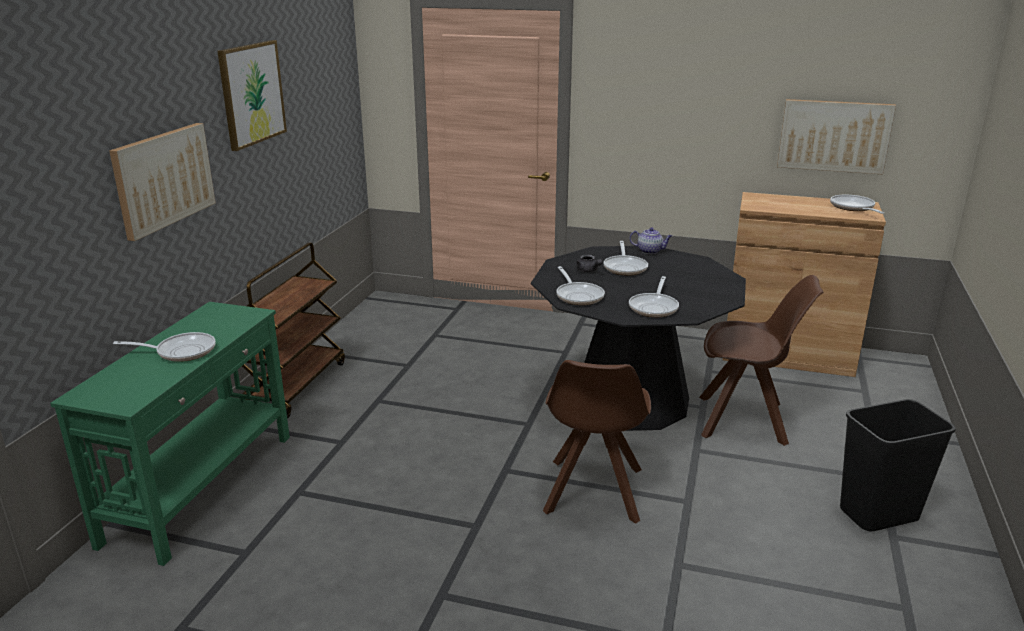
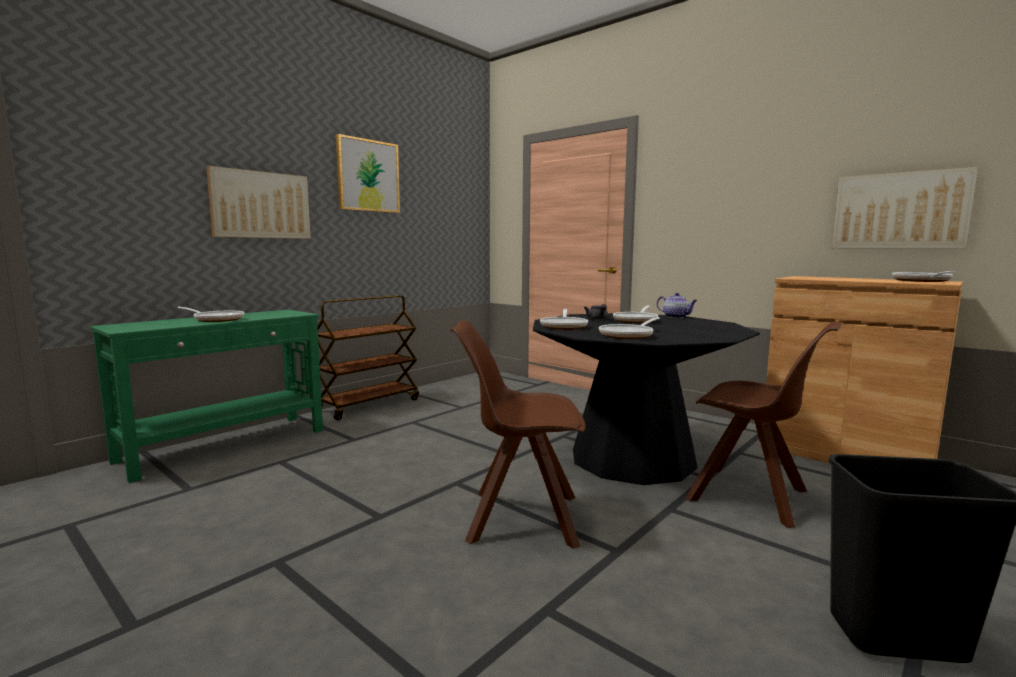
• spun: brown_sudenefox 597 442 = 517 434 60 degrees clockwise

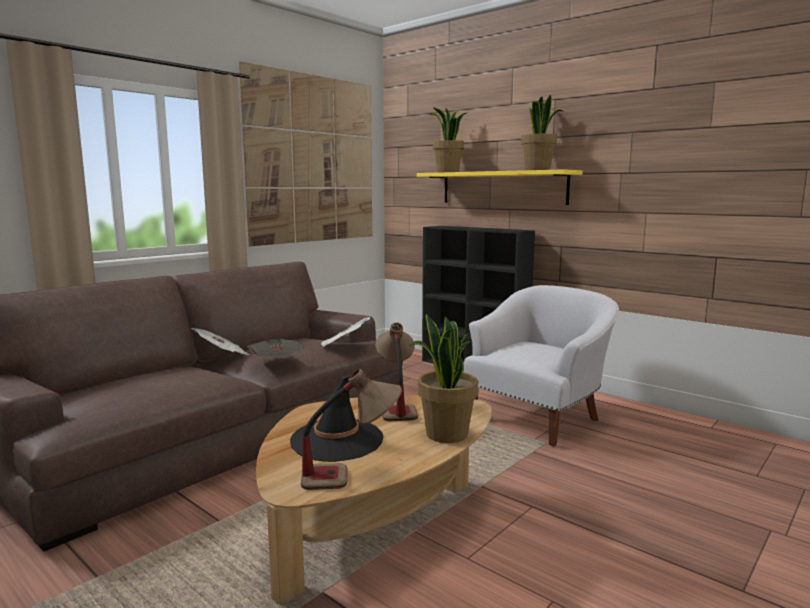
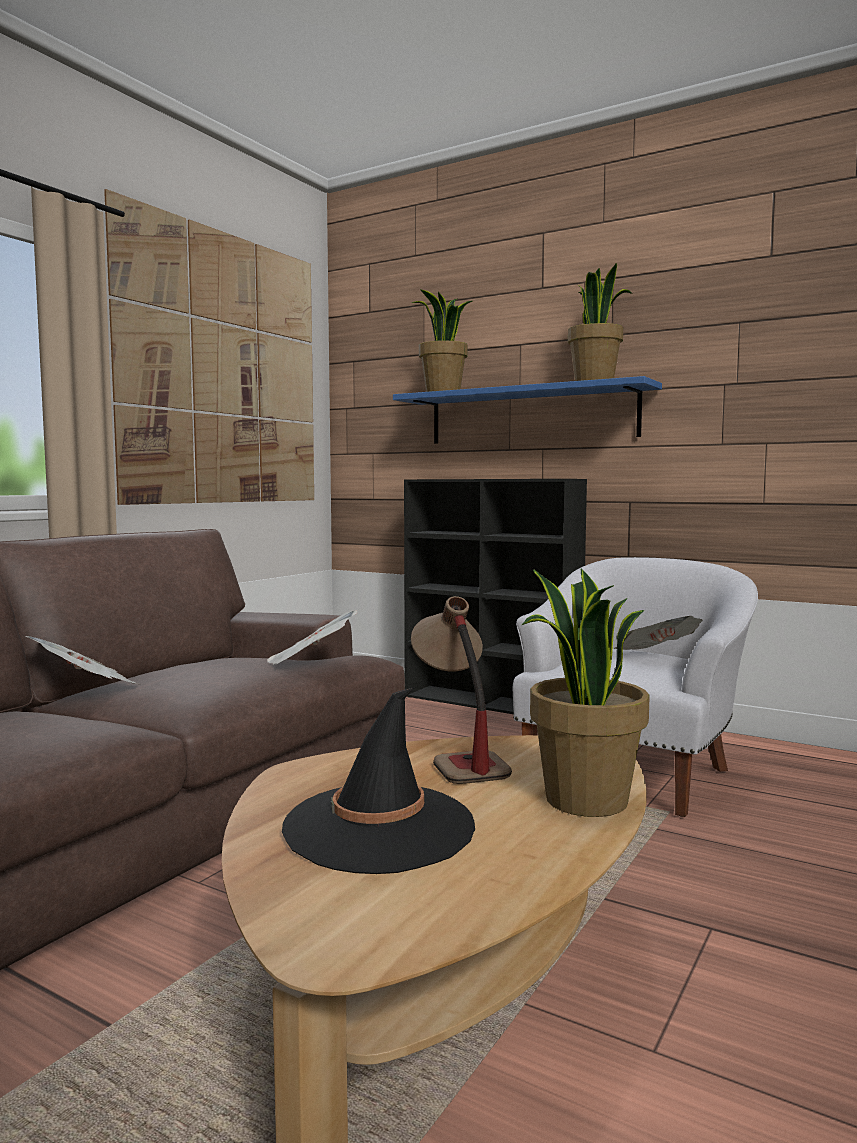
• missing: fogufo 351 429
• relocated: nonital 275 347 to 659 633
• colour: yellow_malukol 500 187 to blue_malukol 527 410

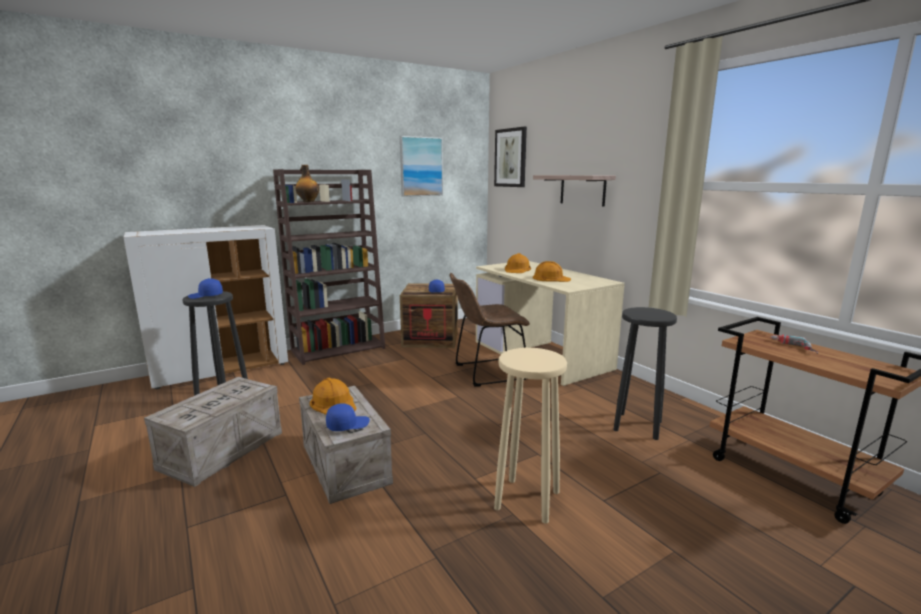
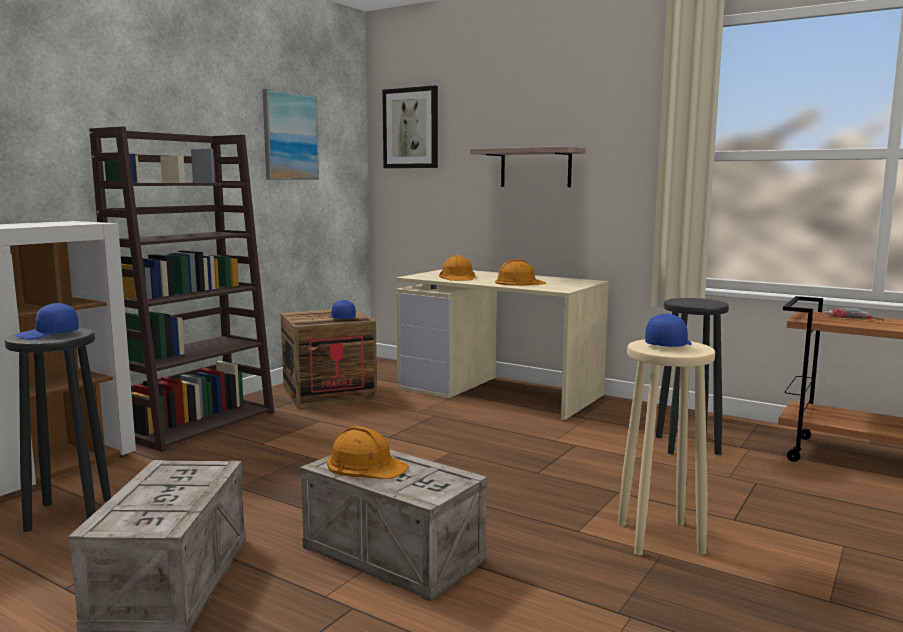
• missing: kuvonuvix 307 183
• missing: brown_sudenefox 489 329
• relocated: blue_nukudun 348 417 to 668 330

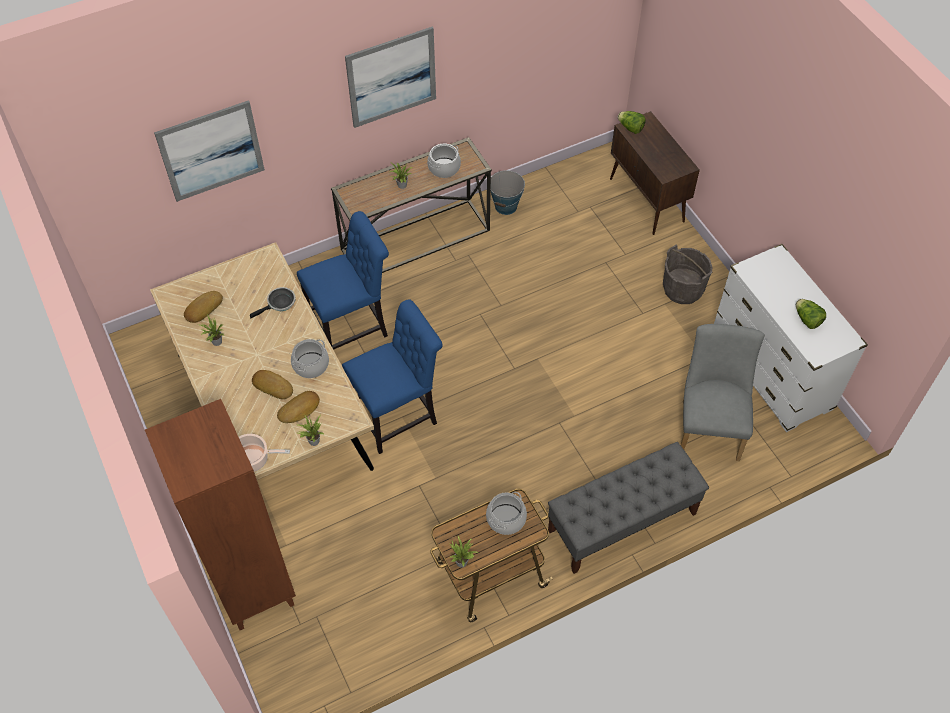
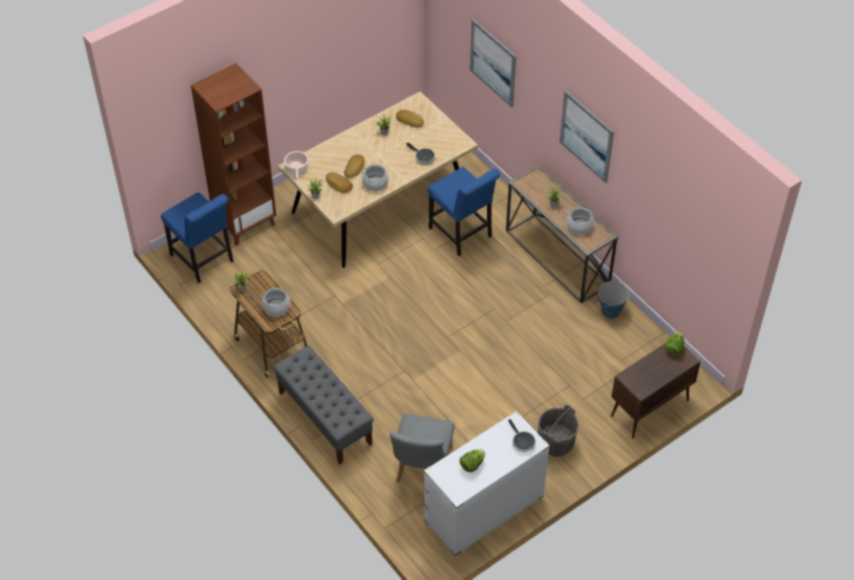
• appeared: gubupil 522 435
• relocated: blue_sudenefox 392 376 to 197 237
• spun: grey_sudenefox 723 392 = 422 448 105 degrees clockwise

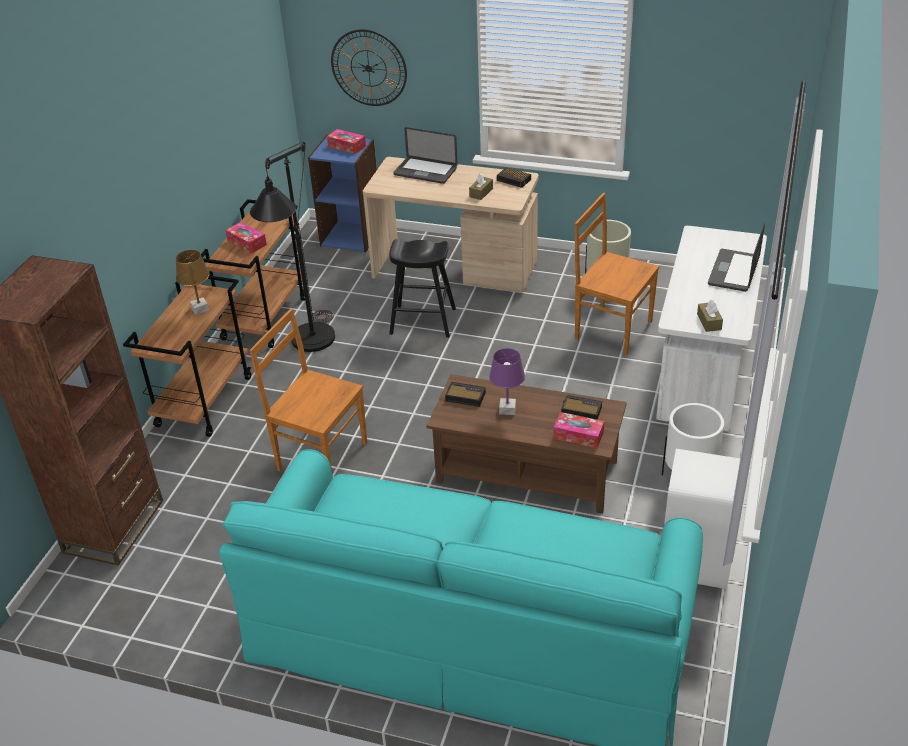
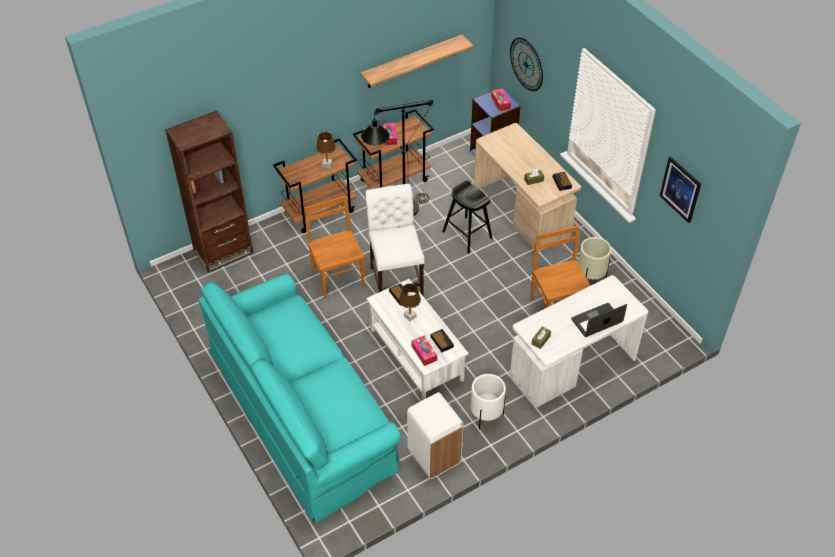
• missing: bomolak 425 155
• appeared: malukol 416 61
• appeared: white_sudenefox 395 239
• appeared: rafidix 680 189
• colour: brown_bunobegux 527 444 to white_bunobegux 417 339
• colour: purple_fogufo 507 381 to brown_fogufo 410 302

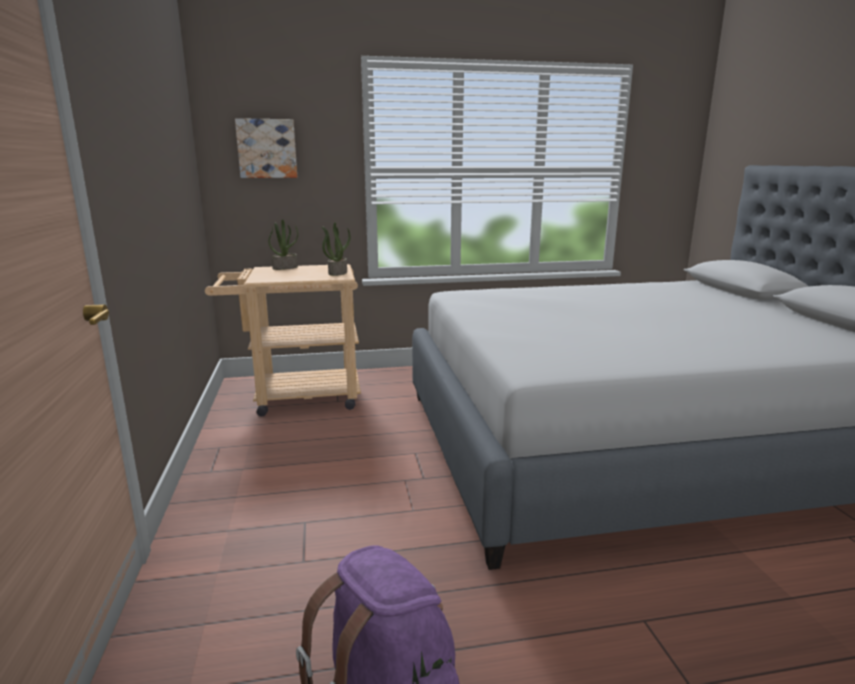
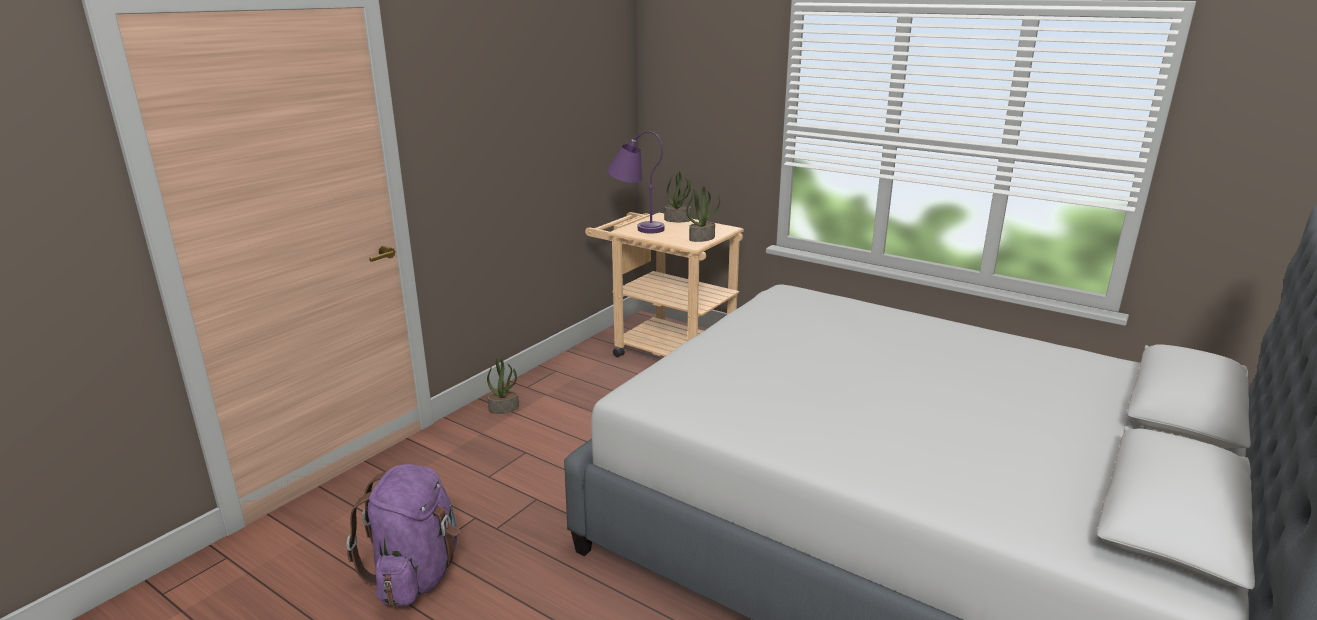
• missing: rafidix 266 148
• appeared: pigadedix 503 385
• appeared: purple_fogufo 636 182

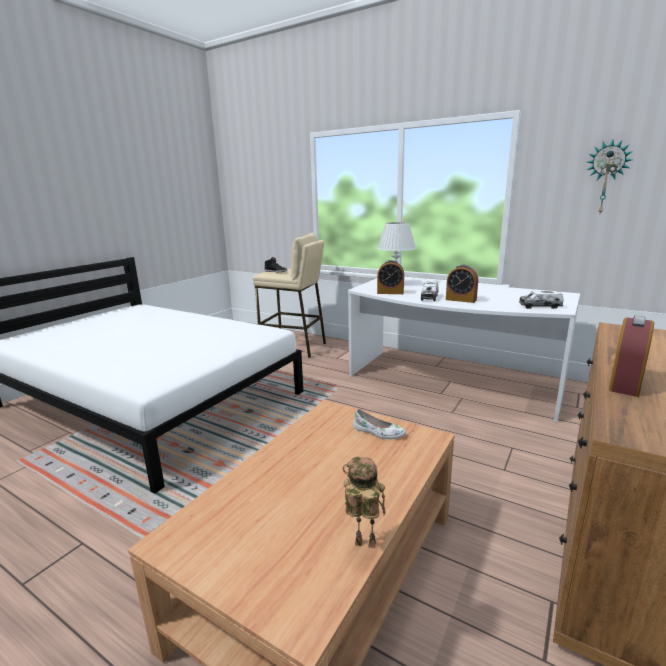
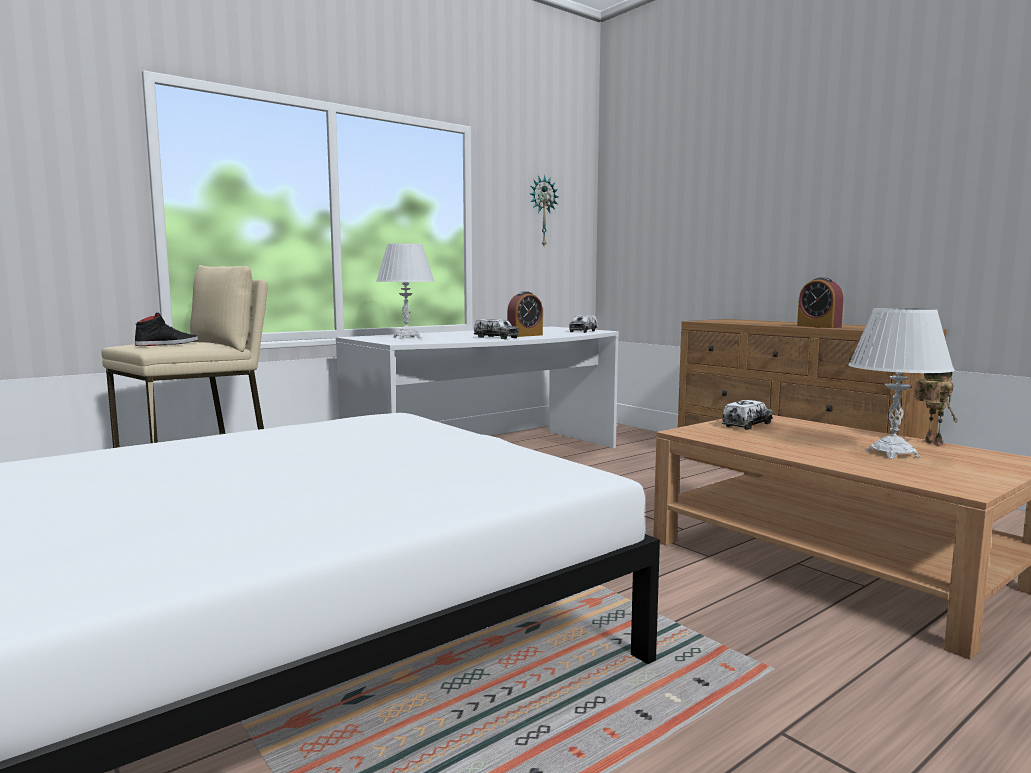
• missing: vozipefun 390 277
• appeared: white_fogufo 902 383
• exchanged: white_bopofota 379 424 to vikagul 747 415
• spun: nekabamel 364 502 = 936 409 135 degrees clockwise

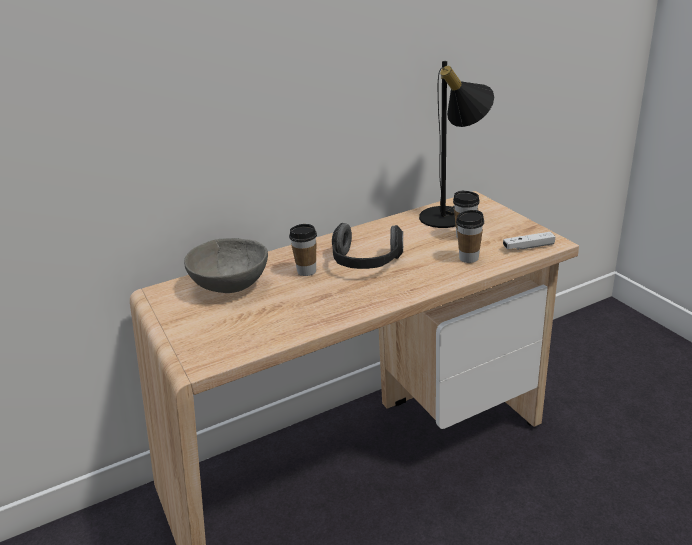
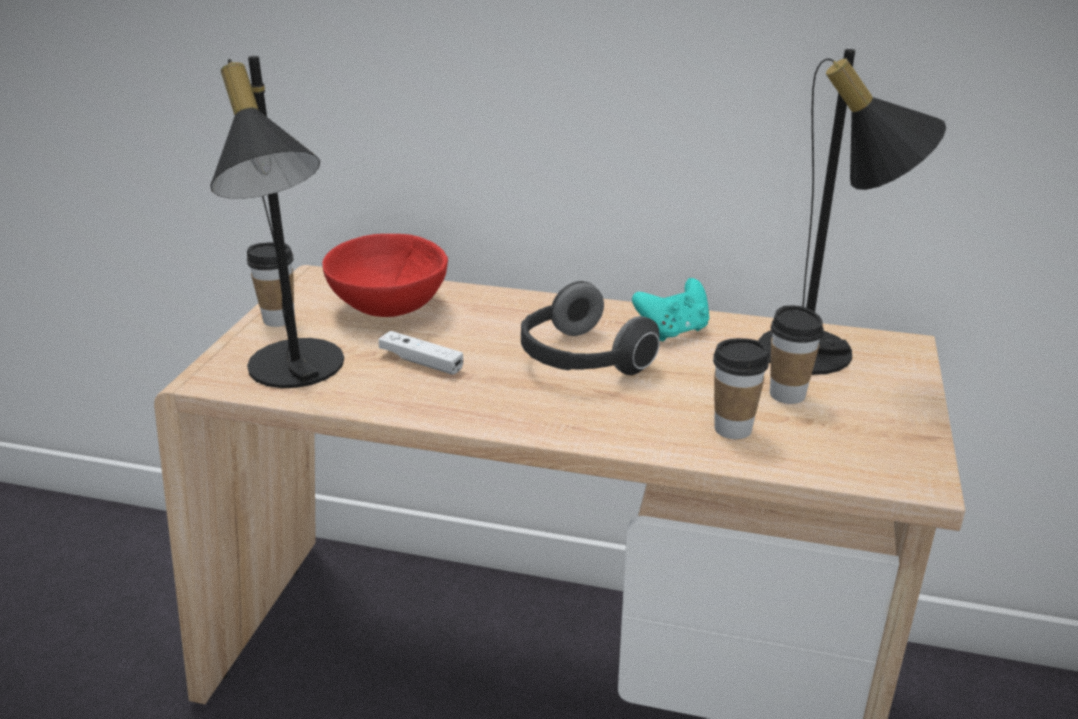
• appeared: black_fogufo 277 222
• appeared: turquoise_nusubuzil 670 309
• relocated: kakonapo 303 250 to 271 284
• relocated: white_nusubuzil 529 241 to 420 353
• colour: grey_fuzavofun 226 265 to red_fuzavofun 385 275

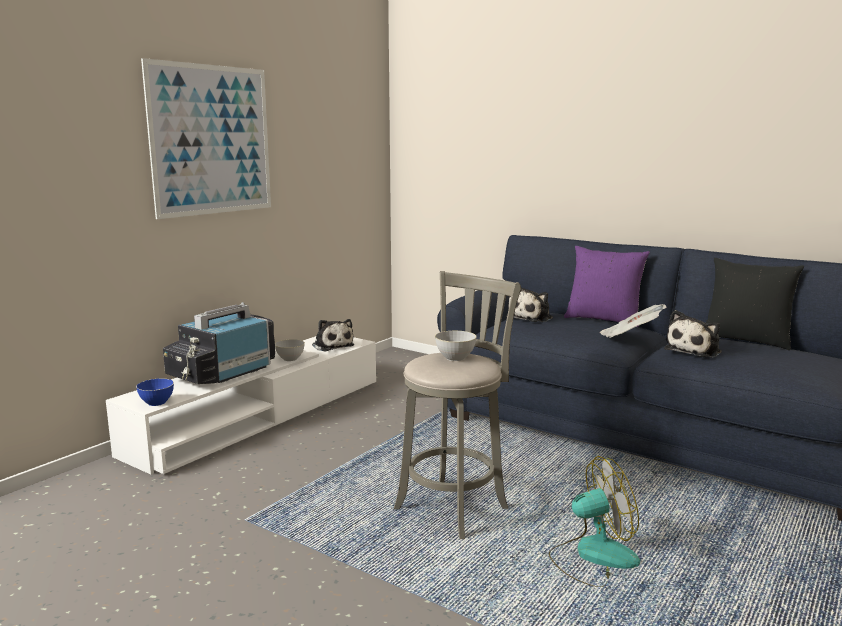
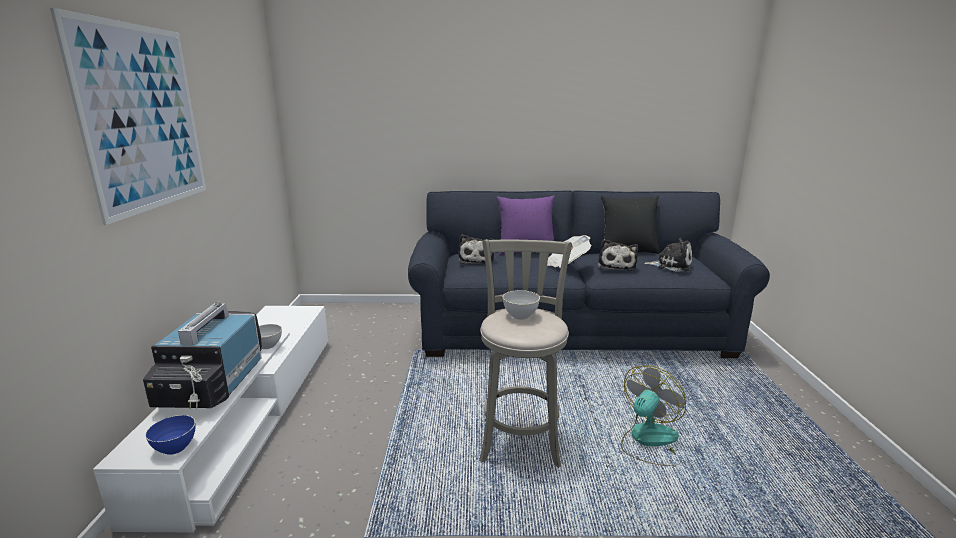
• relocated: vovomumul 333 335 to 667 255

